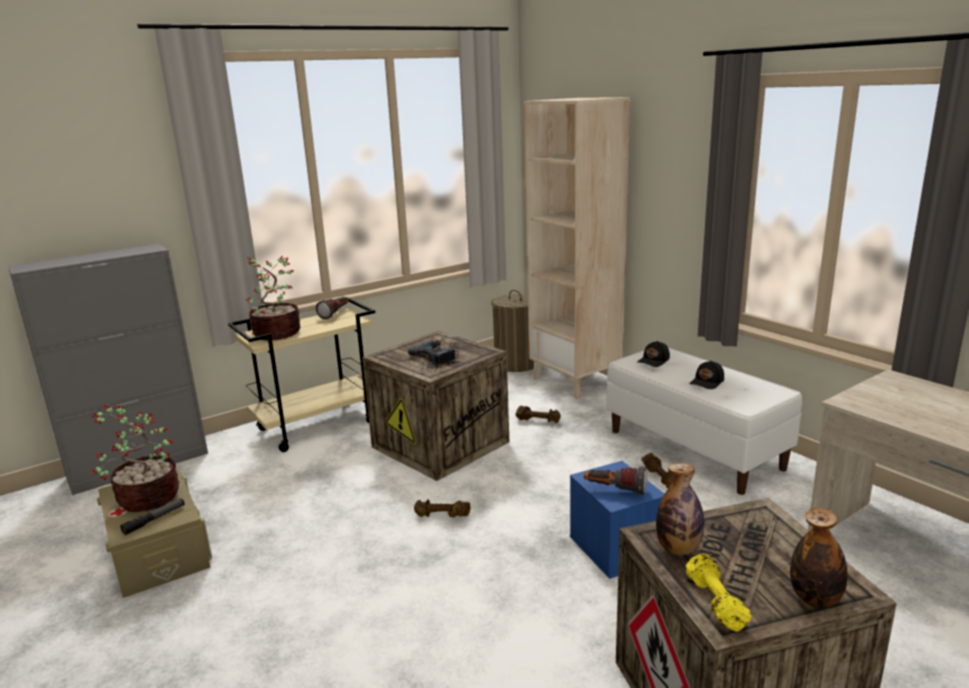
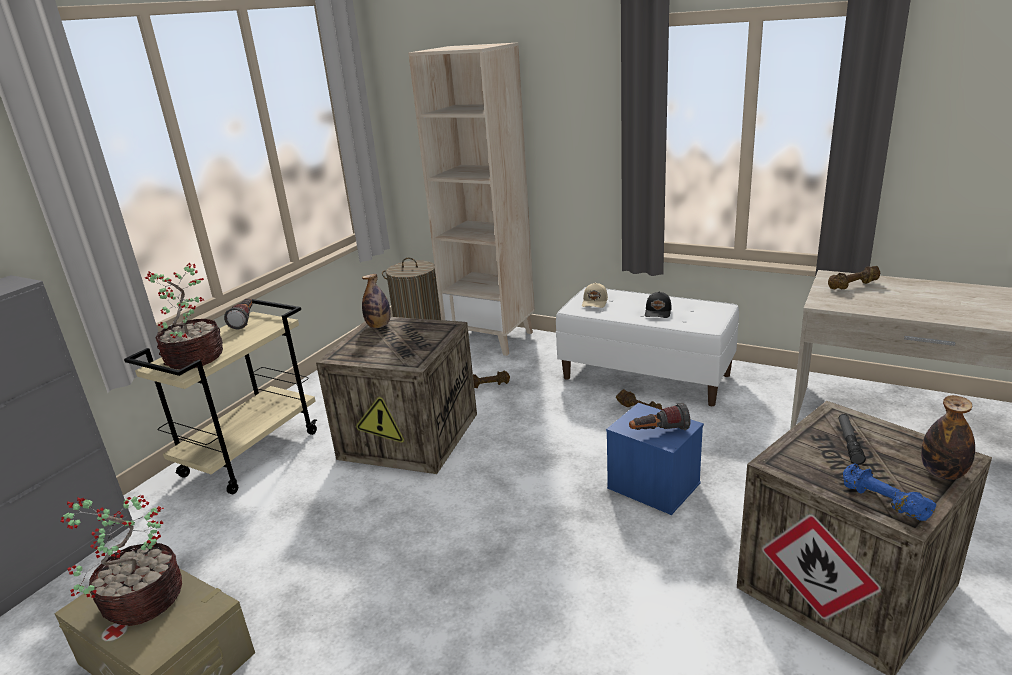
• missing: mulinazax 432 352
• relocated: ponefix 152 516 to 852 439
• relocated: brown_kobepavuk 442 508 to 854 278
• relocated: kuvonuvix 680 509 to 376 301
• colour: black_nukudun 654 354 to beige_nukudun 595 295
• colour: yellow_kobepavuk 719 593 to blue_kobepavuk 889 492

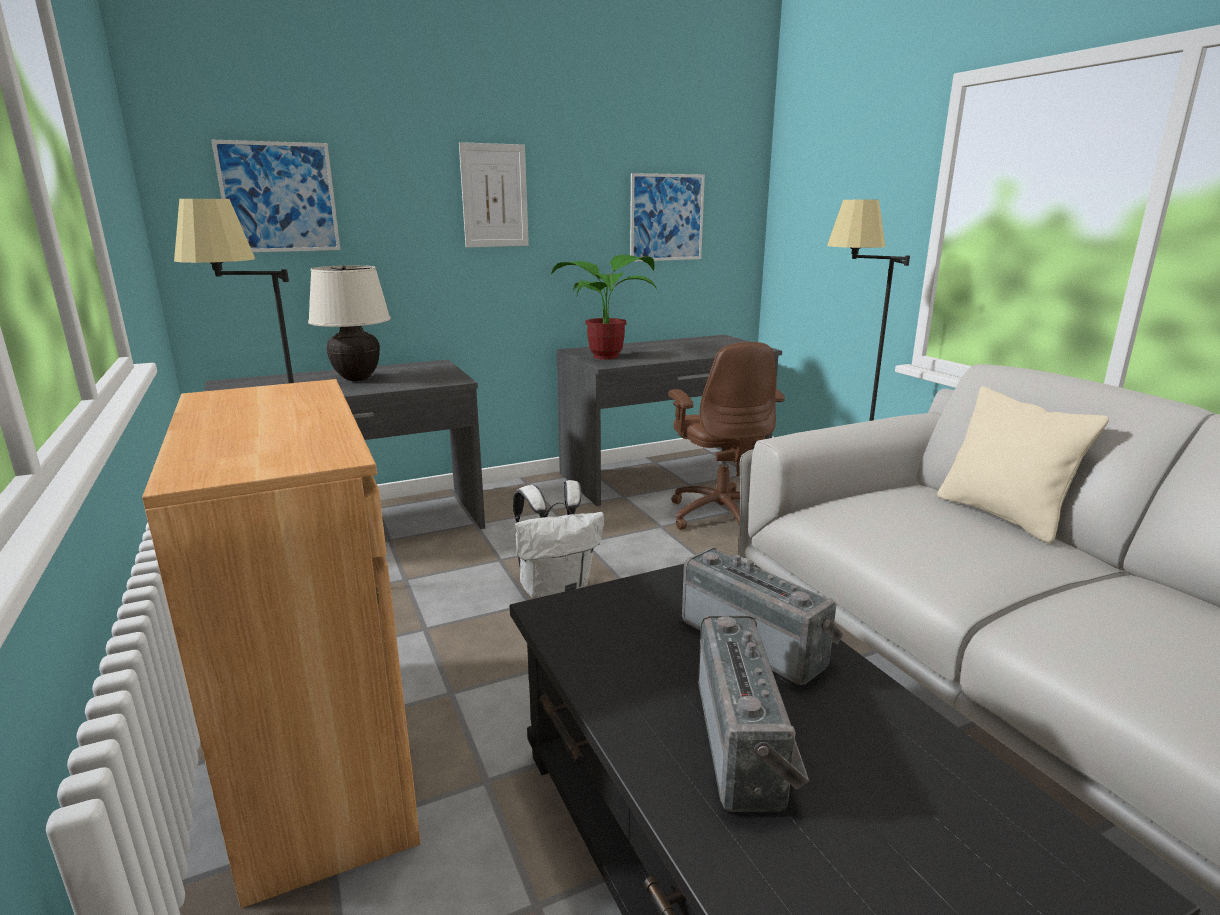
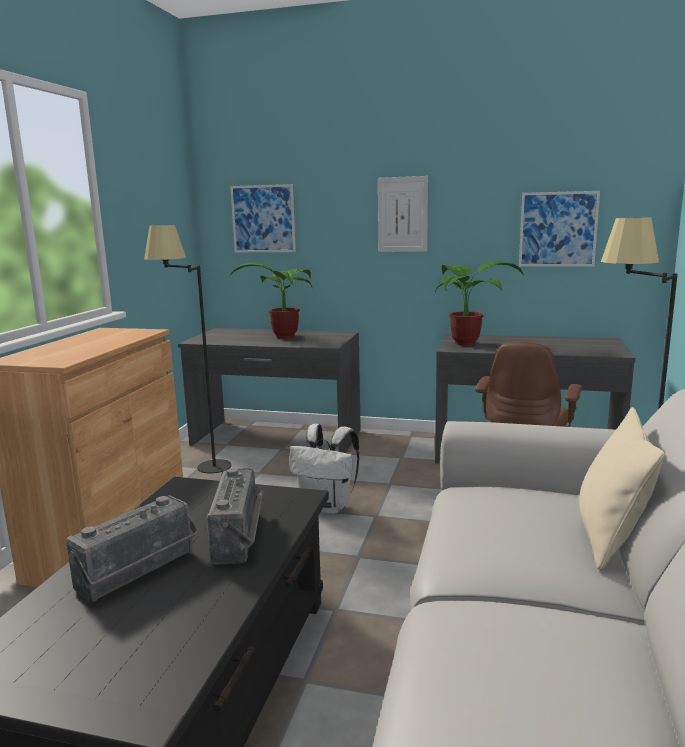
• exchanged: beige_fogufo 349 323 to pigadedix 270 300

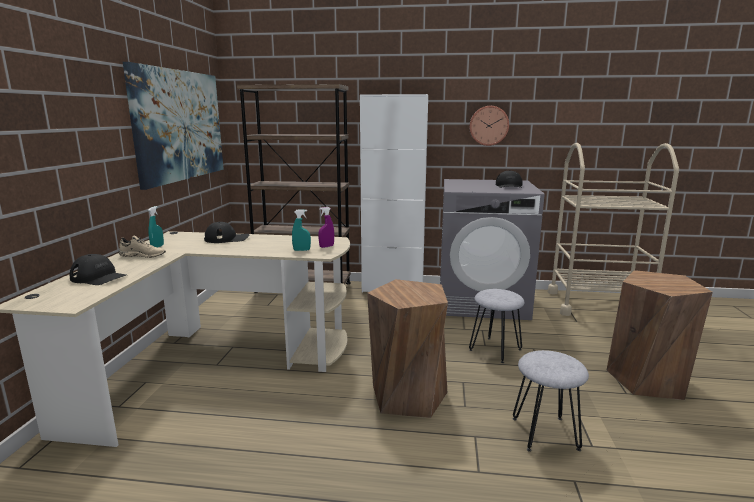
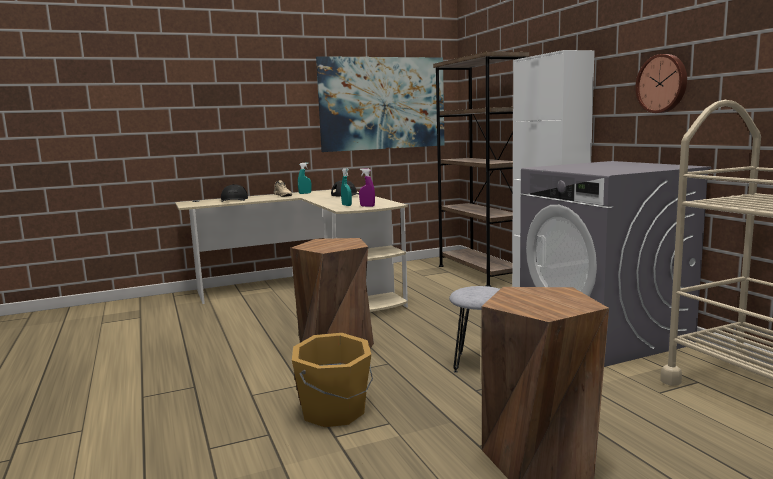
• missing: black_nukudun 509 179
• exchanged: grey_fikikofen 551 401 to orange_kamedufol 332 380

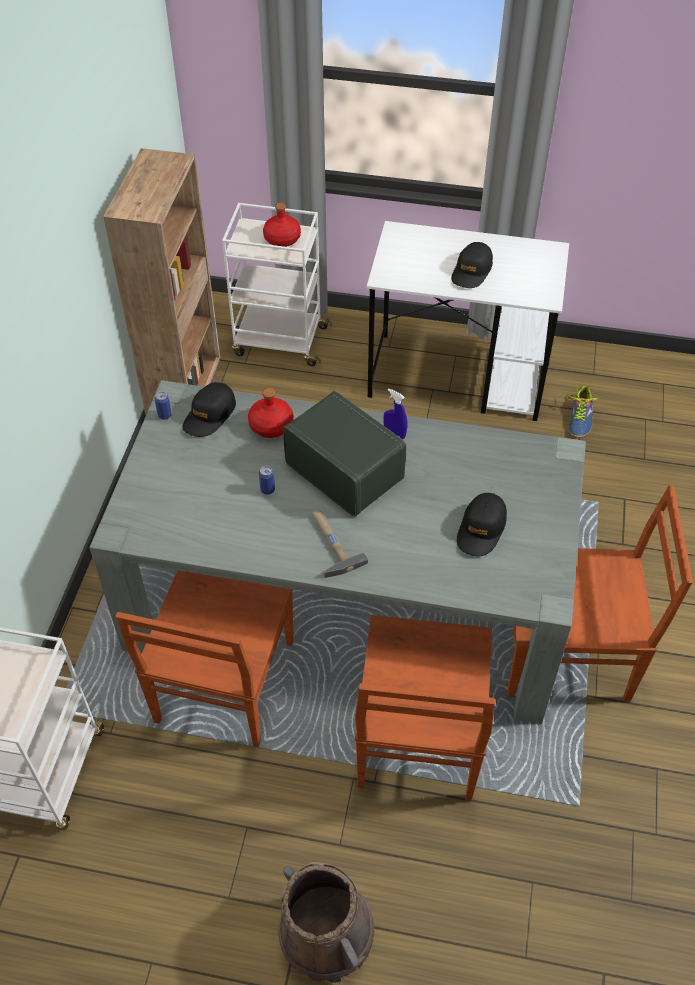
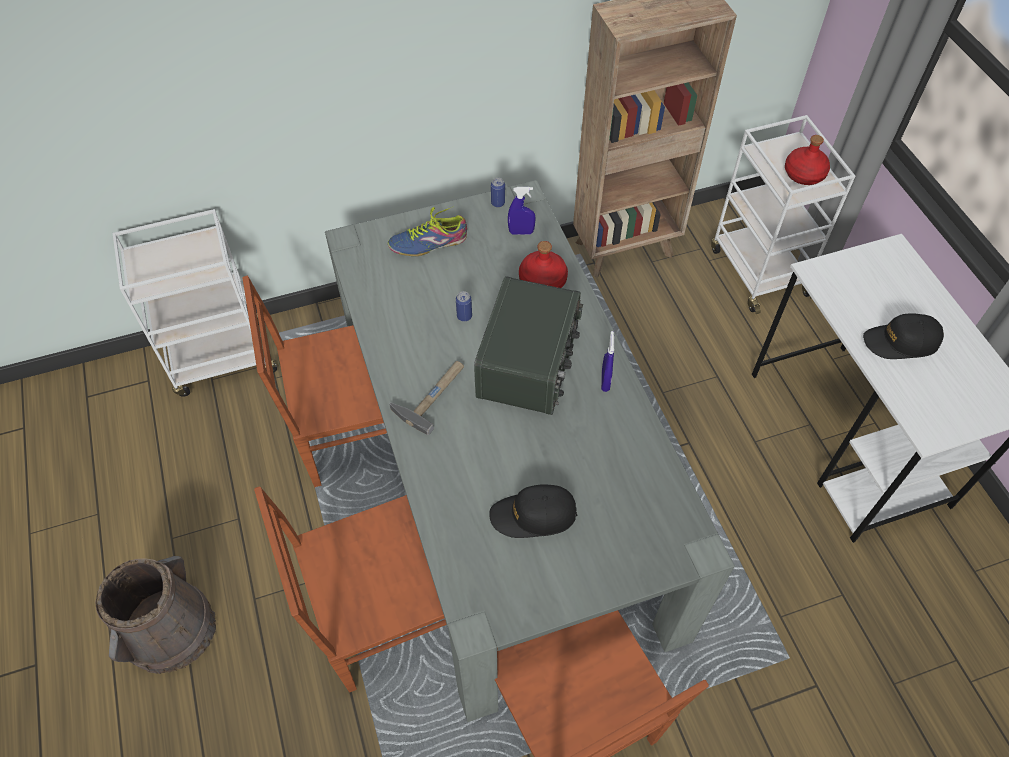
• relocated: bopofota 582 411 to 427 231
• exchanged: black_nukudun 209 409 to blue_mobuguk 522 211

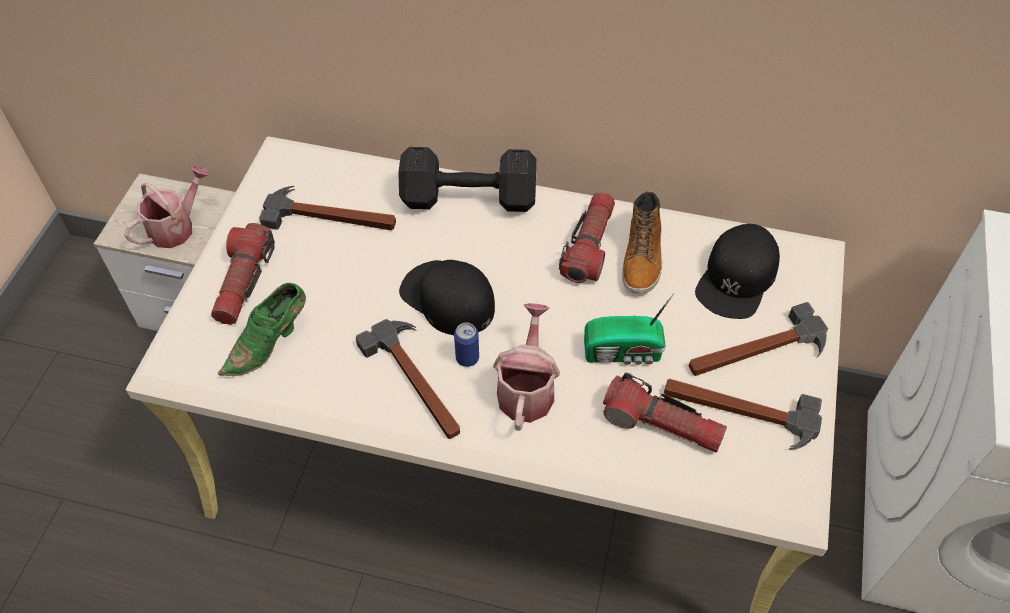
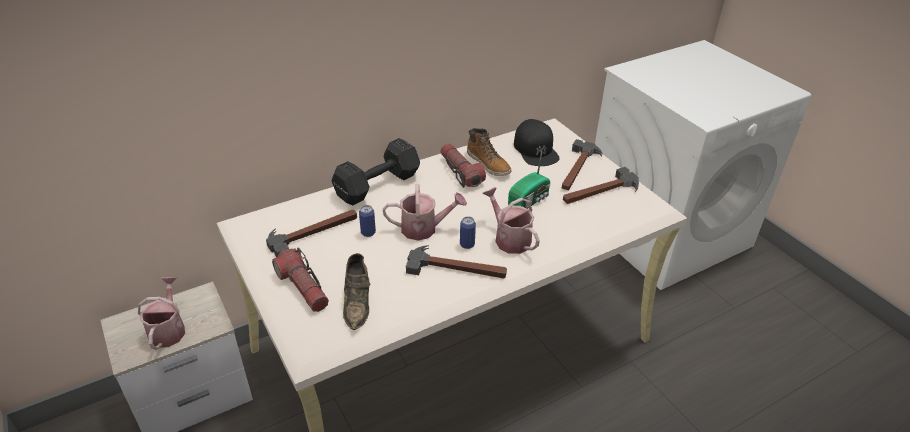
• missing: ponefix 665 413
• appeared: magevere 367 221
• exchanged: black_nukudun 447 297 to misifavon 425 212
• colour: green_bopofota 262 329 to brown_bopofota 357 291

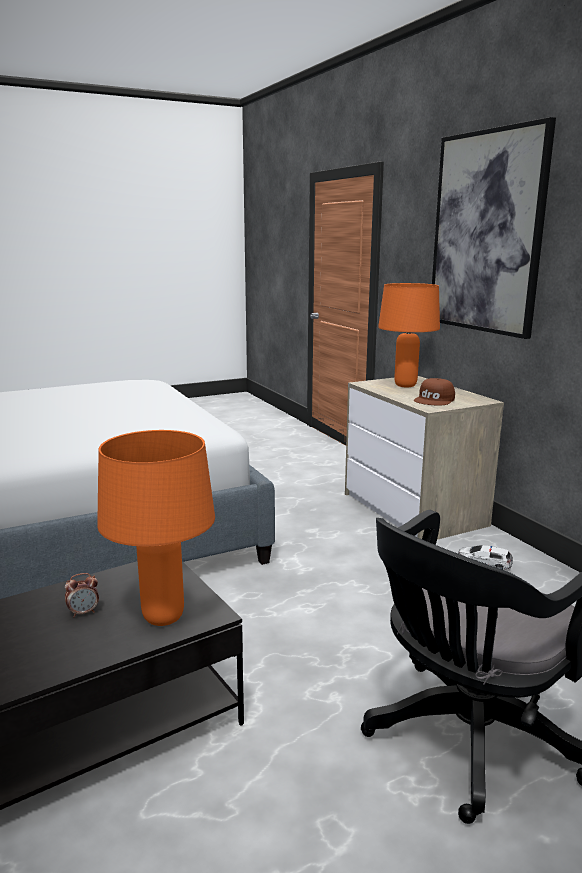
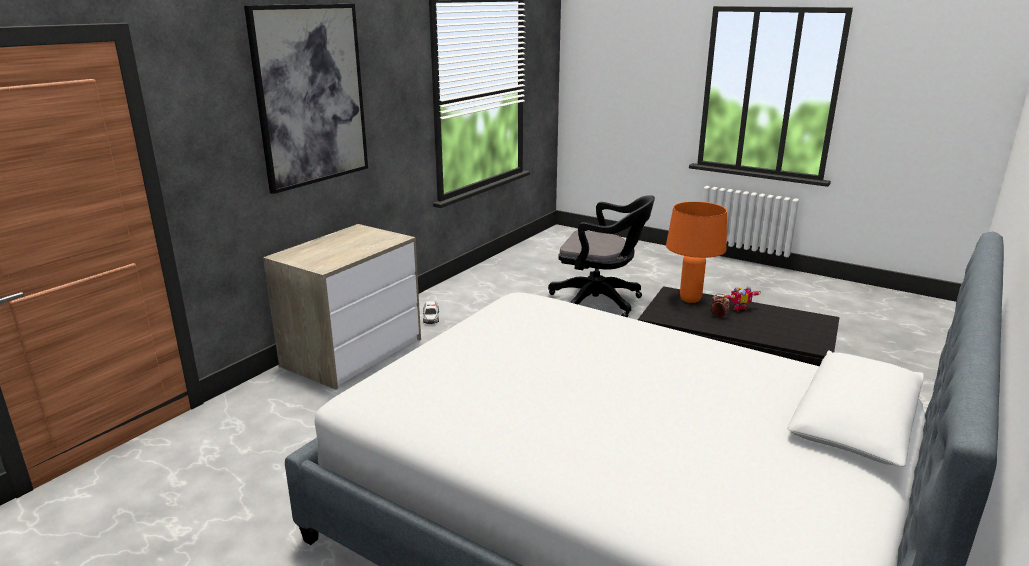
• missing: orange_fogufo 409 335
• missing: brown_nukudun 434 392
• appeared: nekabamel 742 298

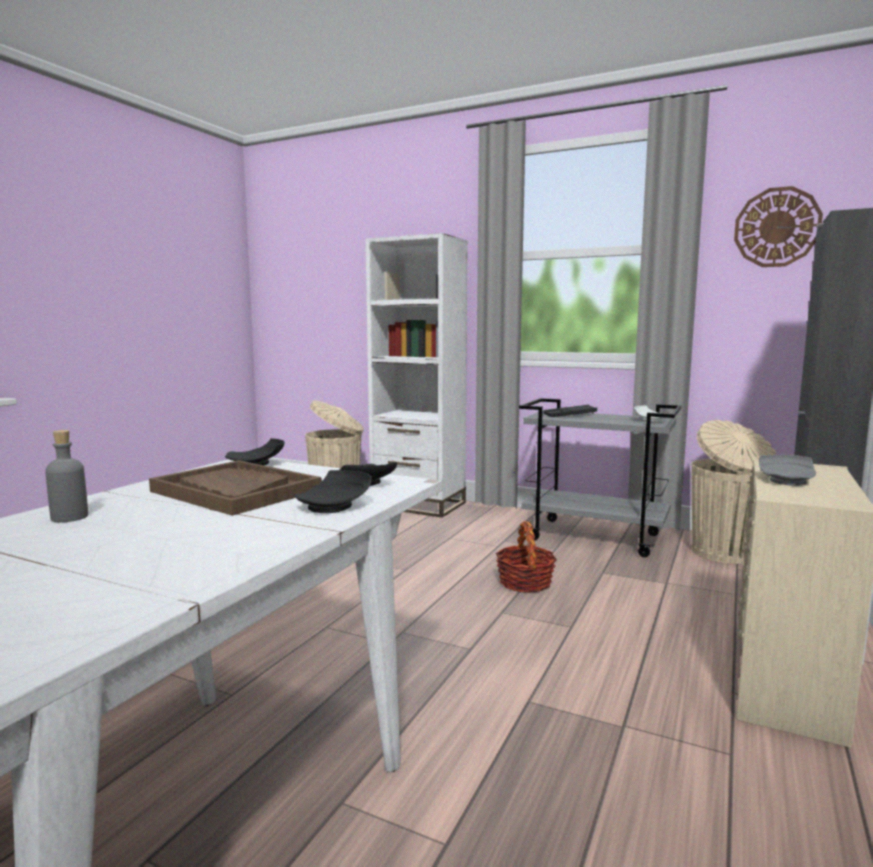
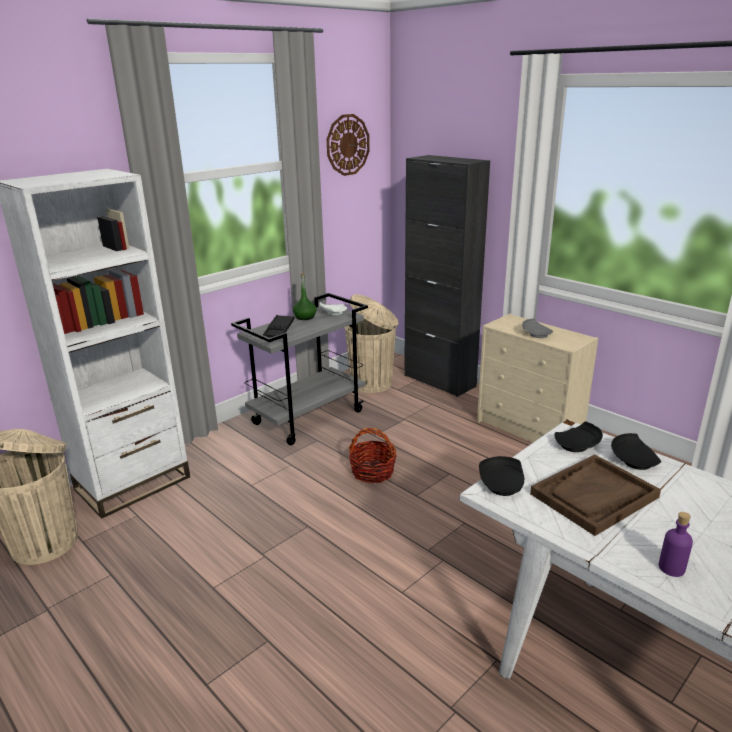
• appeared: green_kuvonuvix 305 296
• colour: grey_kuvonuvix 66 476 to purple_kuvonuvix 676 544

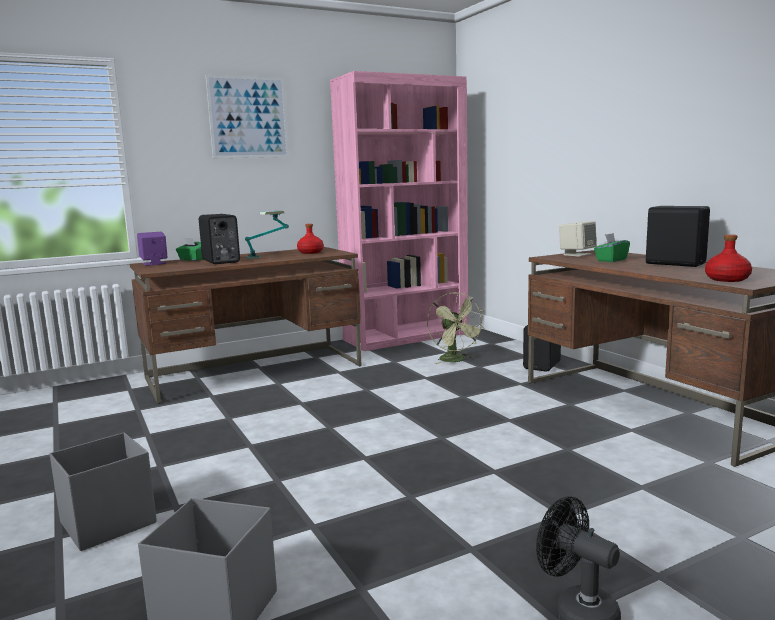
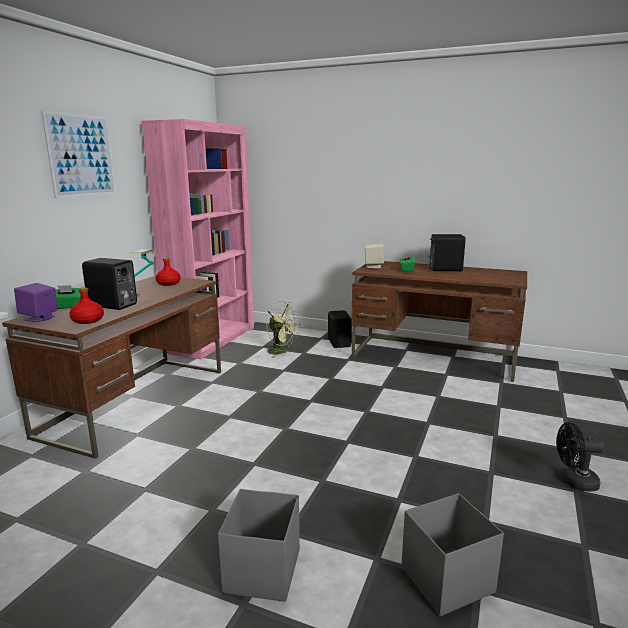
• relocated: red_kuvonuvix 728 258 to 86 305

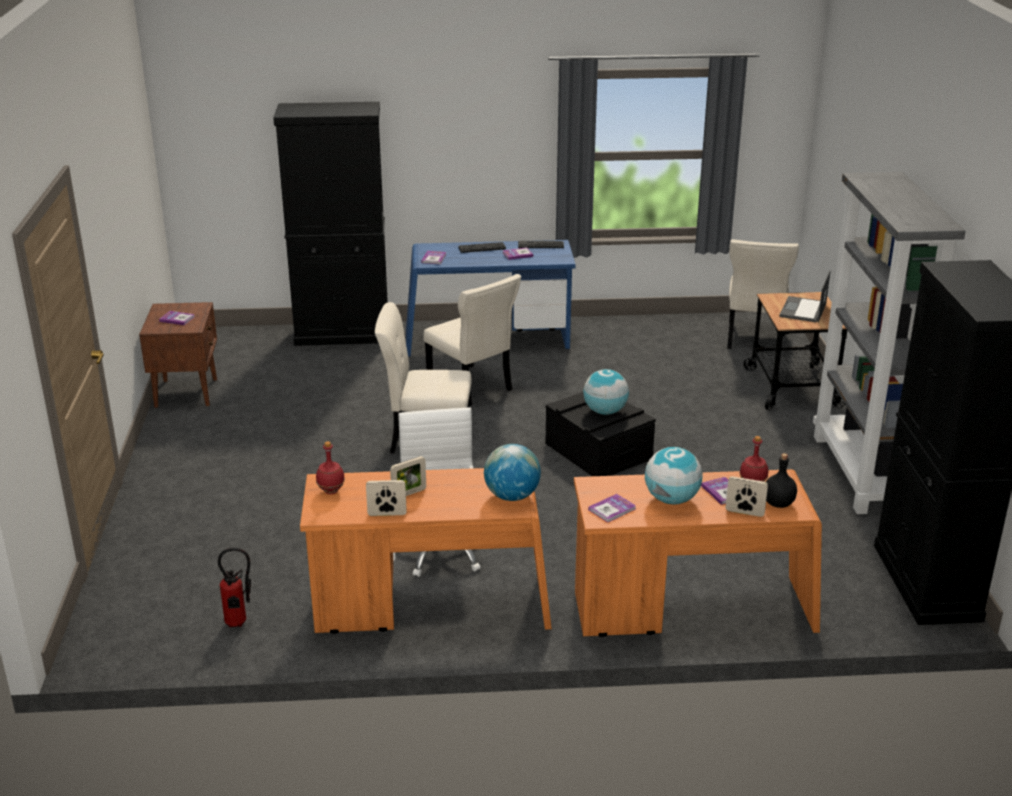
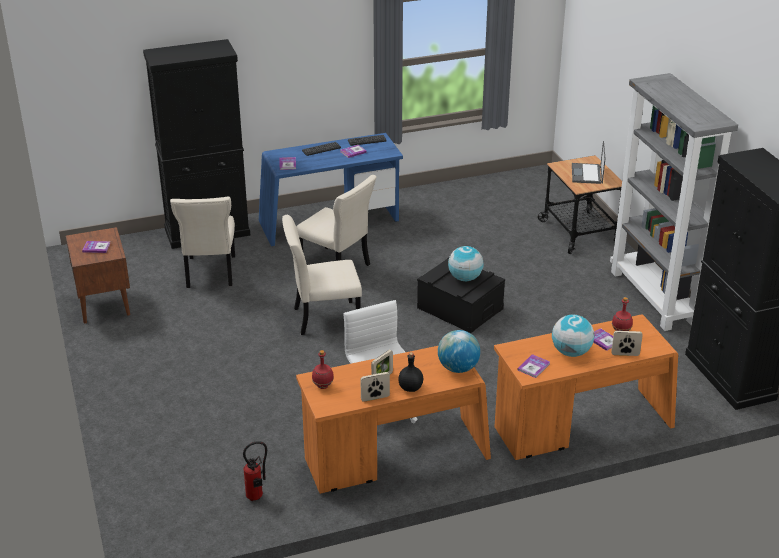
• relocated: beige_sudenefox 763 294 to 202 242
• relocated: black_kuvonuvix 781 480 to 410 372

